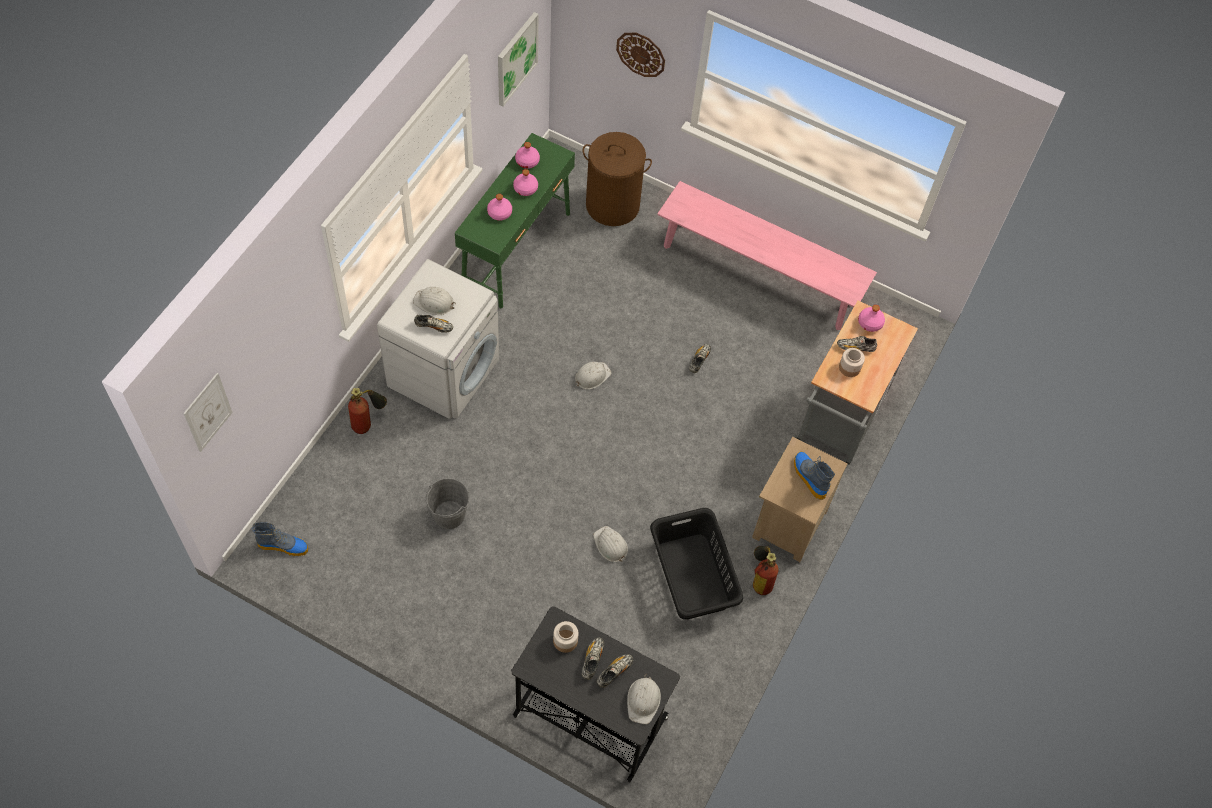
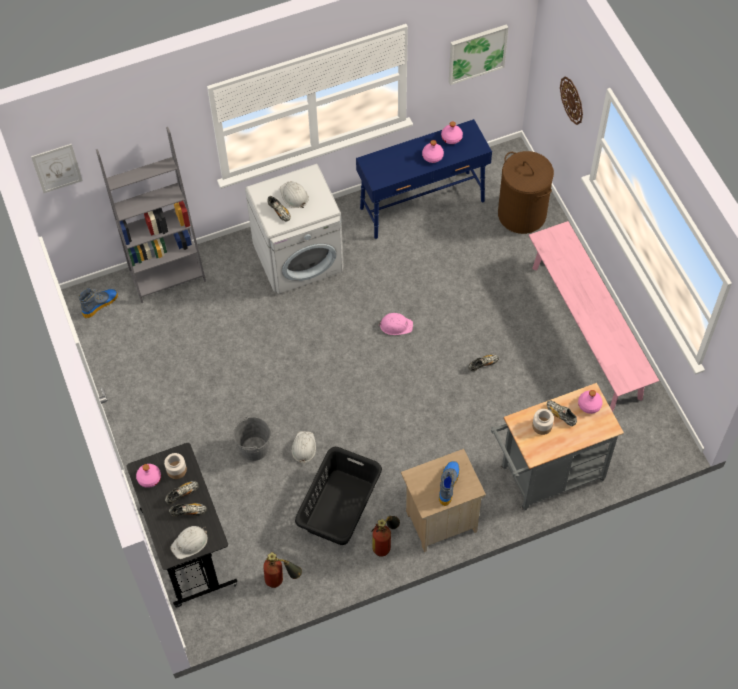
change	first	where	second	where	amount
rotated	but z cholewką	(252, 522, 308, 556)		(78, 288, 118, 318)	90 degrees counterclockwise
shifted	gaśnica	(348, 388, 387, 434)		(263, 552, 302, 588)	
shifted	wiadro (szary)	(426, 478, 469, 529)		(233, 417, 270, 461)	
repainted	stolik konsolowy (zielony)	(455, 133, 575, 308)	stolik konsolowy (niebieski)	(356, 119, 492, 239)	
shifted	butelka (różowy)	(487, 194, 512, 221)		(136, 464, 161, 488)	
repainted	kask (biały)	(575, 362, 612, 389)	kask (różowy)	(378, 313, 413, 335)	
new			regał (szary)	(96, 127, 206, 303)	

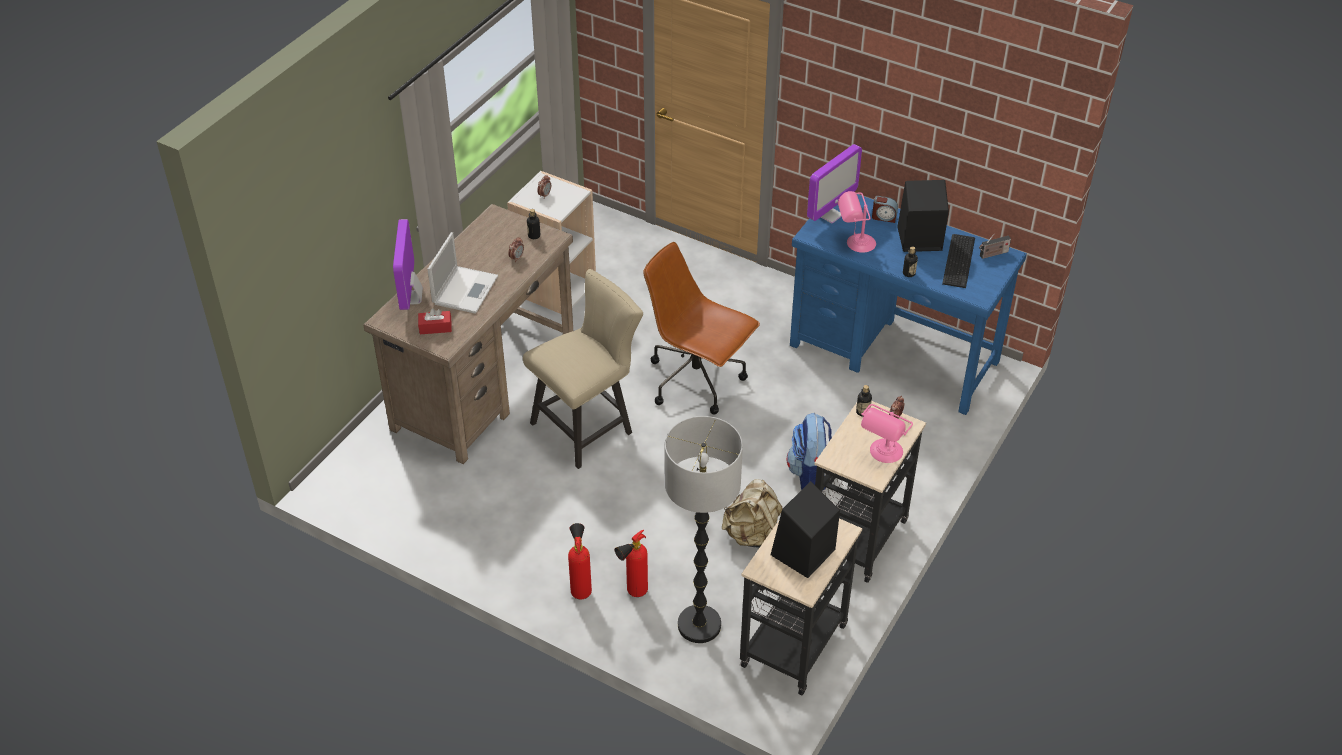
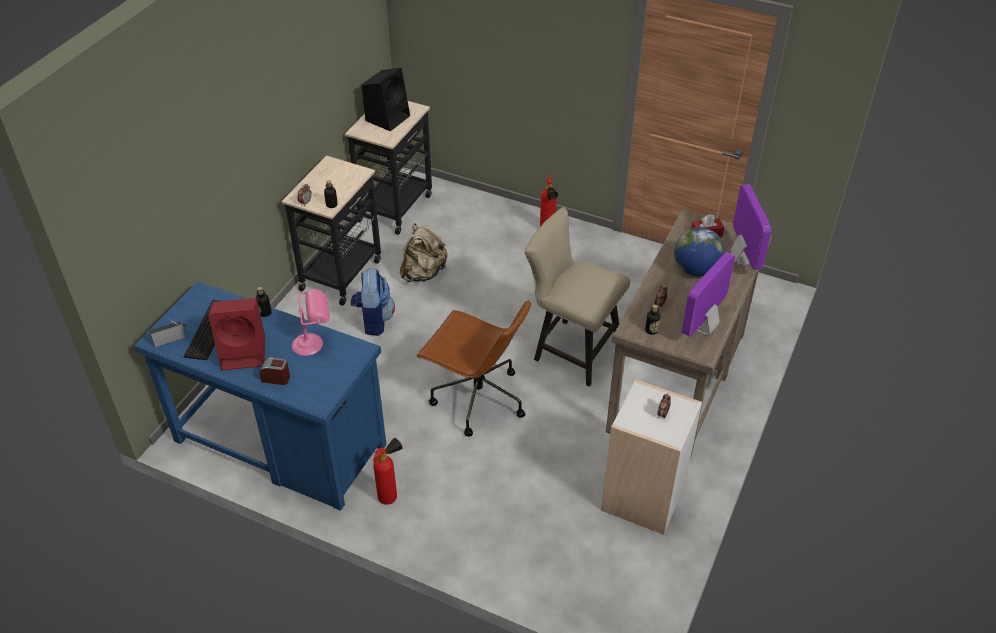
change	first	where	second	where	amount
swapped	laptop	(427, 232, 498, 314)	globus	(674, 227, 724, 276)	
rotated	krzesło (beżowy)	(523, 269, 643, 469)		(524, 207, 630, 387)	75 degrees clockwise
shifted	gaśnica	(615, 530, 648, 597)		(373, 438, 402, 505)	
gone	lampa stojąca	(665, 416, 743, 643)			
shifted	monitor	(807, 144, 862, 224)		(682, 252, 735, 337)	
gone	lampa stołowa (różowy)	(861, 404, 913, 463)			
repainted	głośnik (czarny)	(897, 180, 949, 252)	głośnik (czerwony)	(208, 298, 265, 370)	

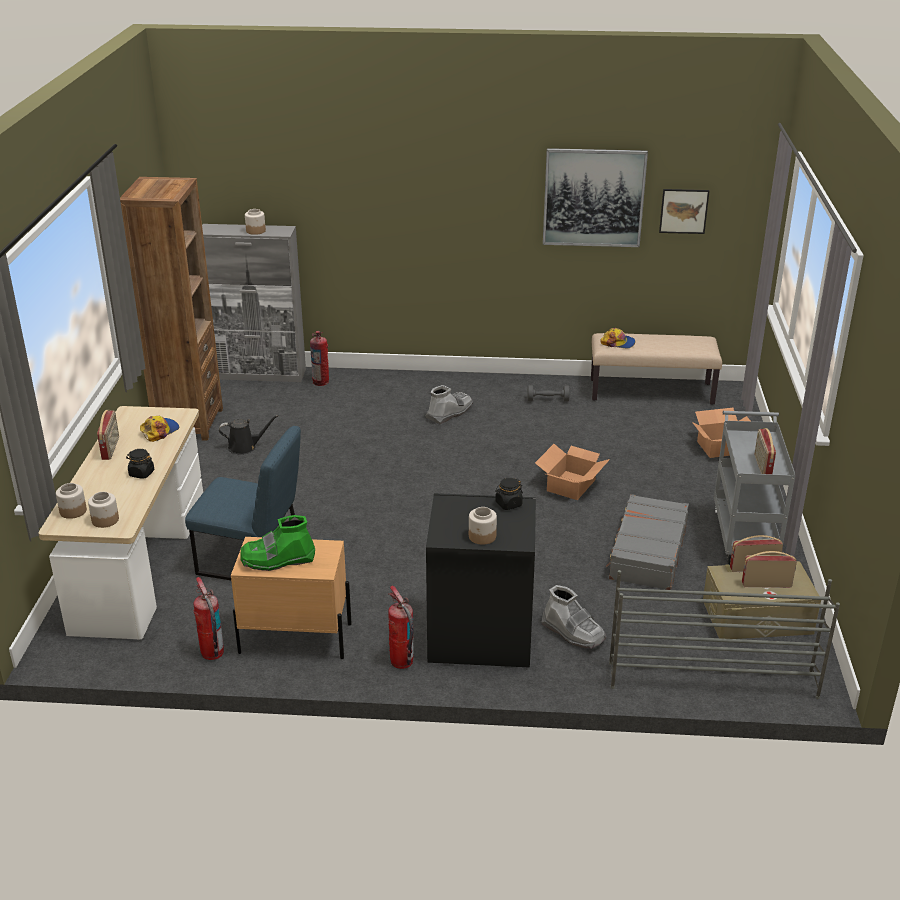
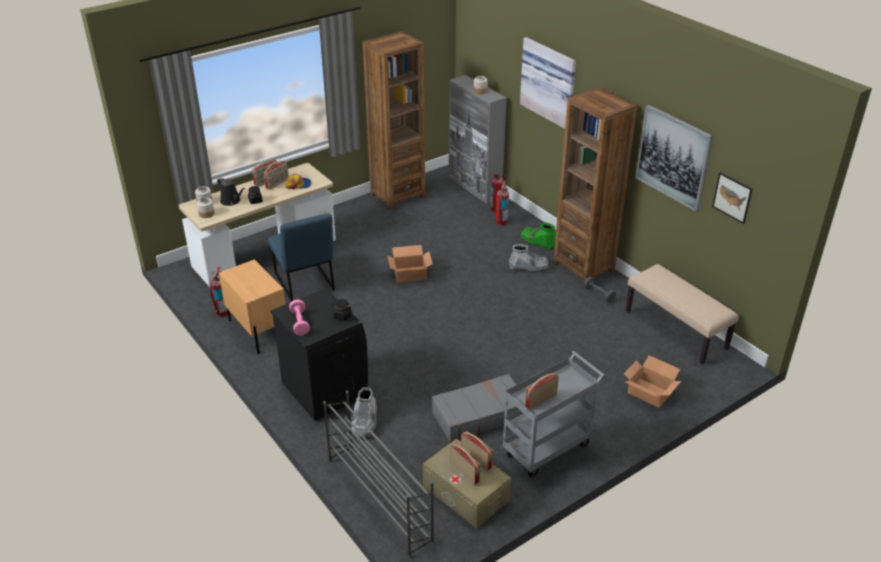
change	first	where	second	where	amount
shifted	konewka (czarny)	(219, 415, 278, 455)		(217, 178, 245, 206)	
shifted	but z cholewką (zielony)	(241, 515, 315, 571)		(520, 222, 556, 251)	
shifted	gaśnica	(388, 586, 414, 669)		(496, 180, 509, 225)	
swapped	słoik	(469, 507, 497, 545)	hantel (różowy)	(289, 299, 310, 335)	
shifted	karton	(535, 444, 610, 500)		(387, 245, 433, 282)	
gone	czapka z daszkiem	(600, 328, 635, 349)			
new			radio	(264, 161, 289, 190)	
new			obraz	(520, 37, 576, 129)	
new			regał (brązowy)	(553, 87, 638, 284)	

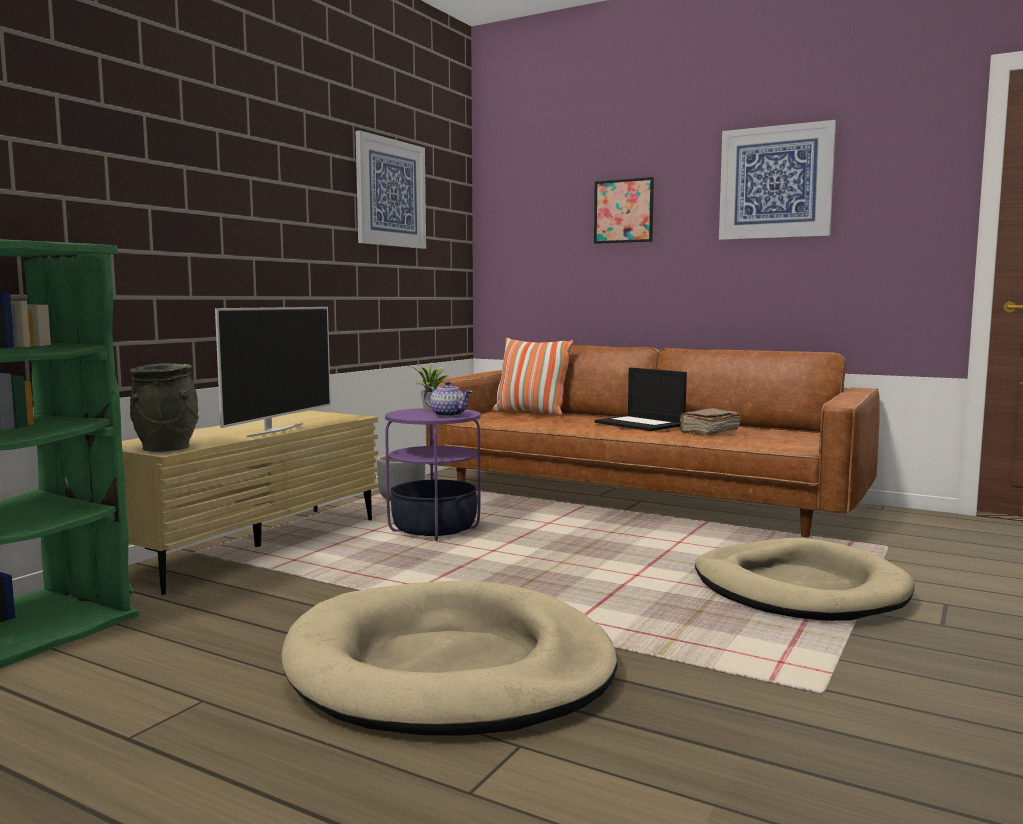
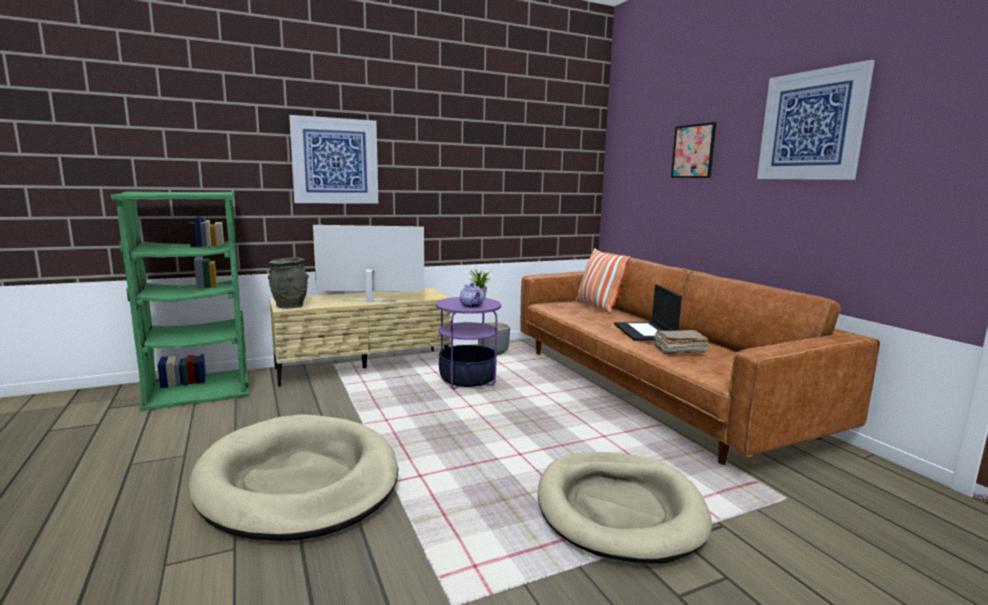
change	first	where	second	where	amount
rotated	telewizor	(215, 307, 331, 437)		(313, 225, 424, 303)	150 degrees counterclockwise
shifted	obraz	(356, 130, 426, 249)		(289, 115, 378, 204)	

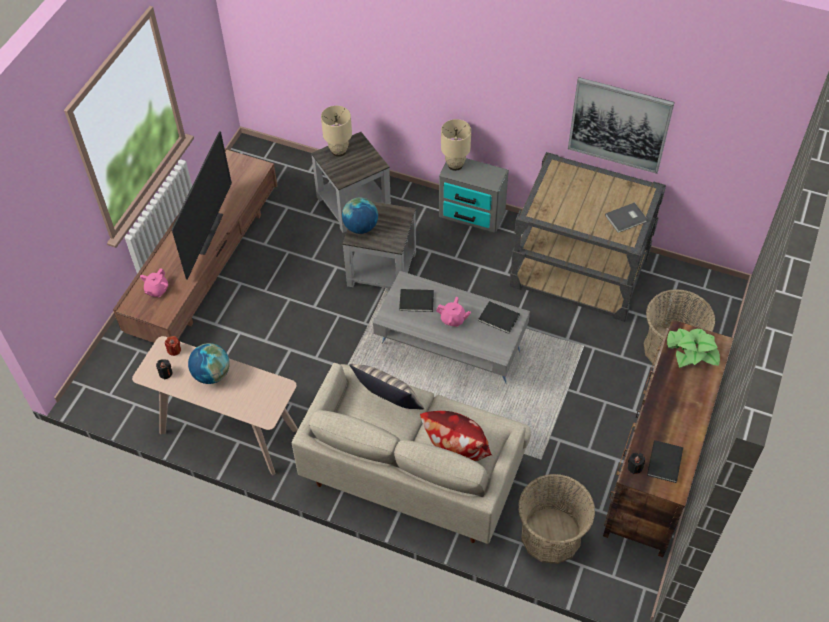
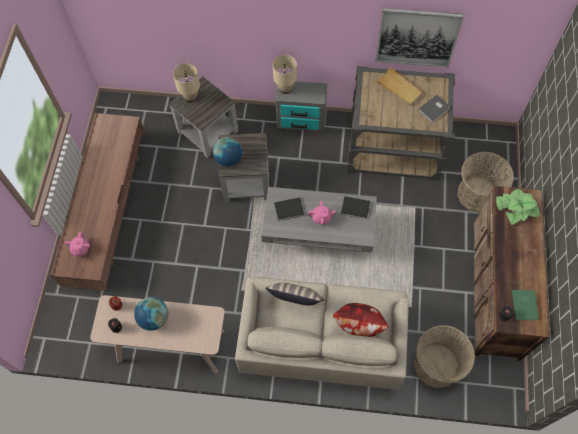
change	first	where	second	where	amount
gone	telewizor	(172, 131, 232, 280)			
repainted	książka (czarny)	(647, 440, 683, 483)	książka (zielony)	(512, 290, 539, 320)	
new			taca (beżowy)	(375, 67, 423, 106)	

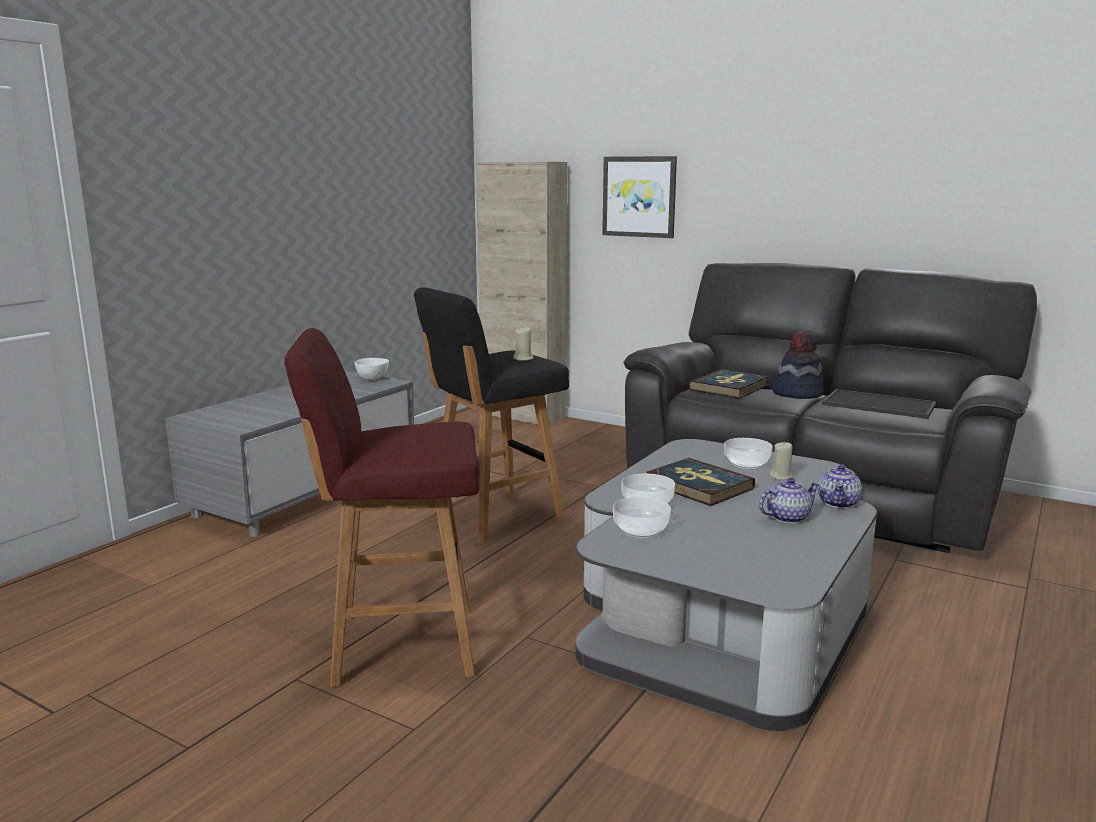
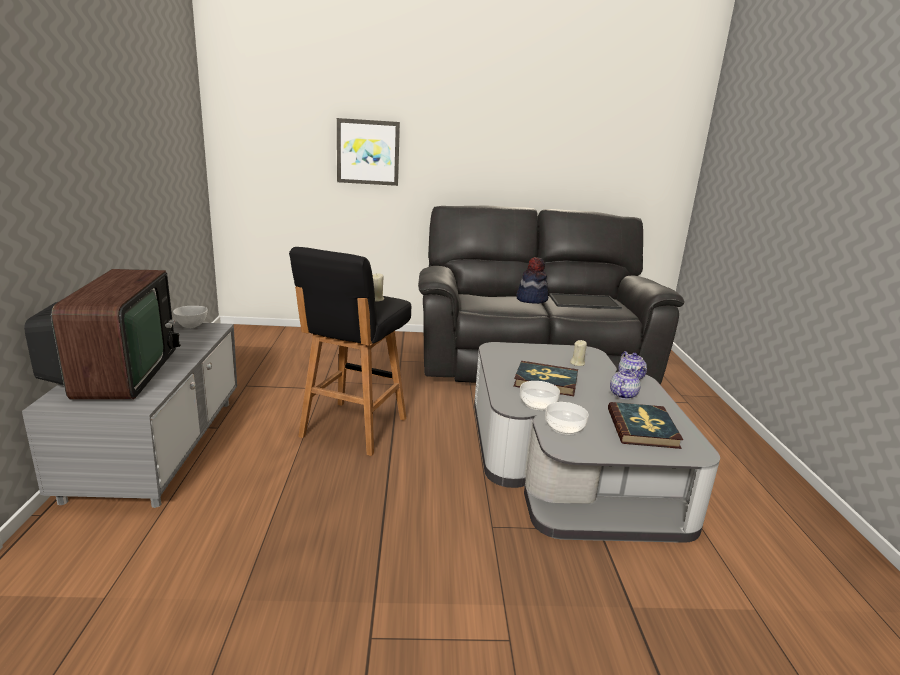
change	first	where	second	where	amount
gone	stołek (czerwony)	(284, 328, 480, 687)			
gone	szafka (beżowy)	(476, 162, 567, 425)			
shifted	książka	(688, 369, 769, 399)		(608, 402, 683, 449)	
gone	miska	(724, 438, 773, 469)			
new			telewizor	(24, 269, 181, 400)	

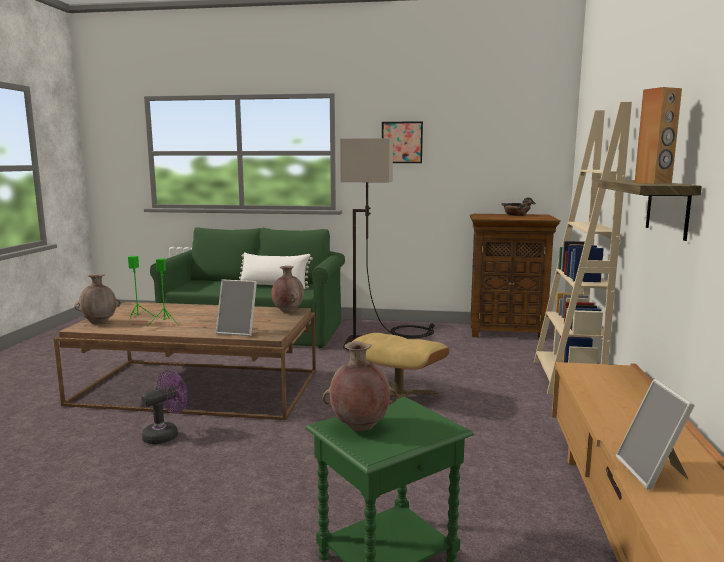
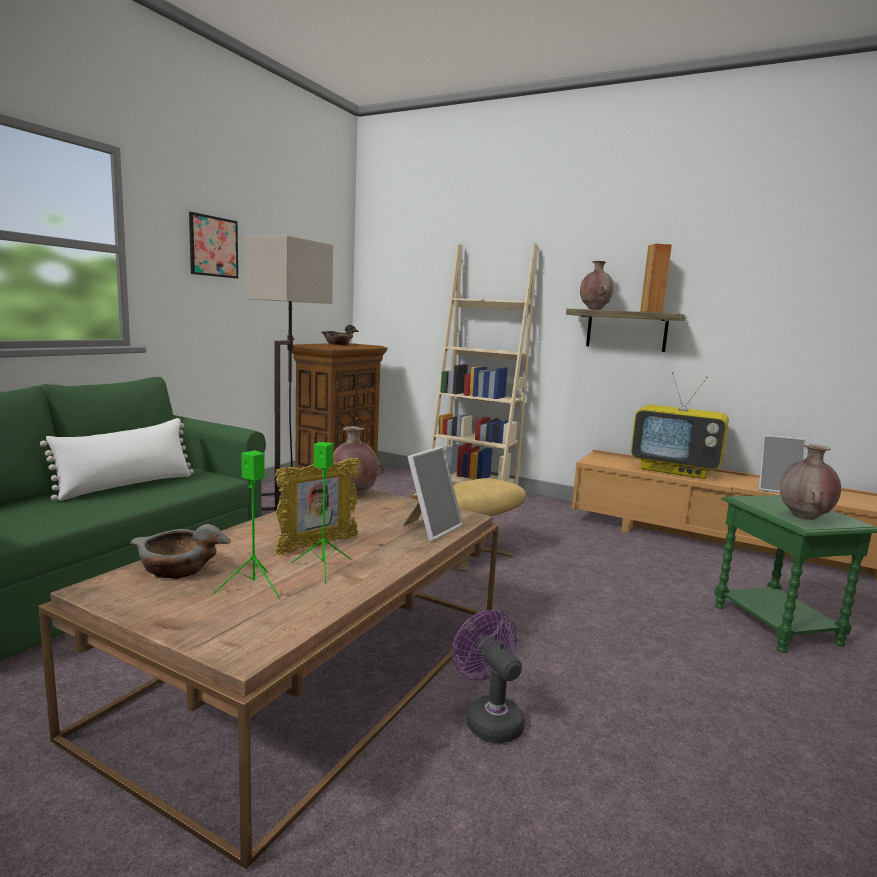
change	first	where	second	where	amount
shifted	wazon (brązowy)	(74, 274, 121, 324)		(580, 261, 614, 310)	
new			miska (szary)	(130, 524, 231, 579)	
new			ramka na zdjęcie	(275, 458, 360, 555)	
new			telewizor	(631, 372, 729, 479)	

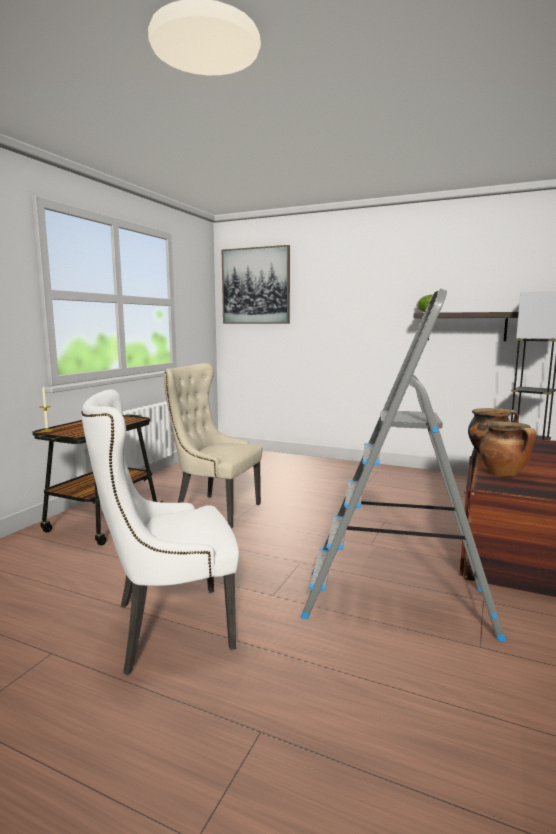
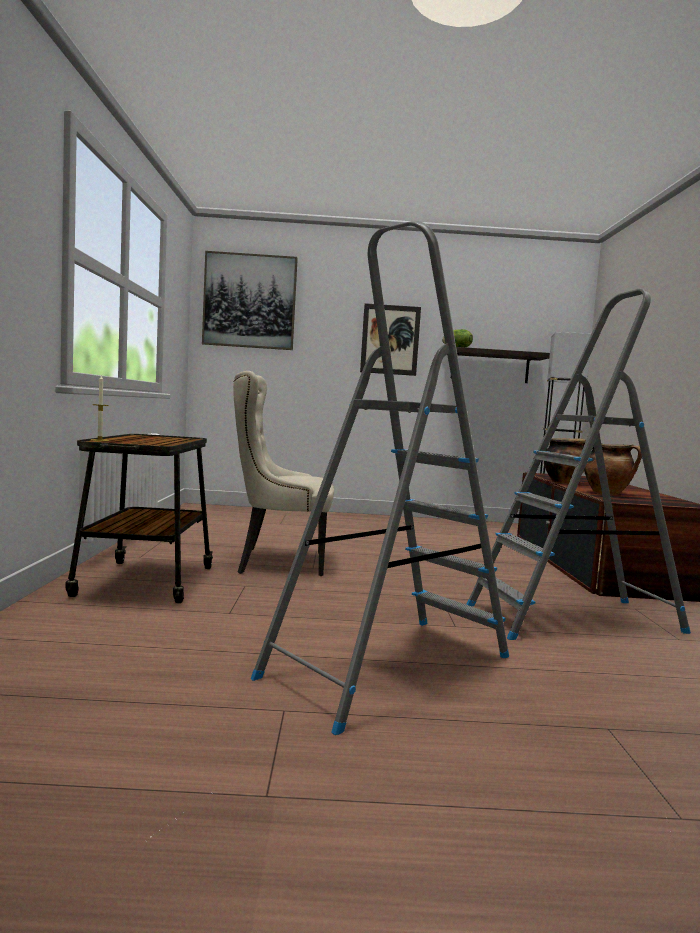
change	first	where	second	where	amount
swapped	krzesło (biały)	(81, 389, 239, 676)	drabinka (szary)	(251, 221, 509, 735)	
new			obraz	(360, 303, 421, 376)	

